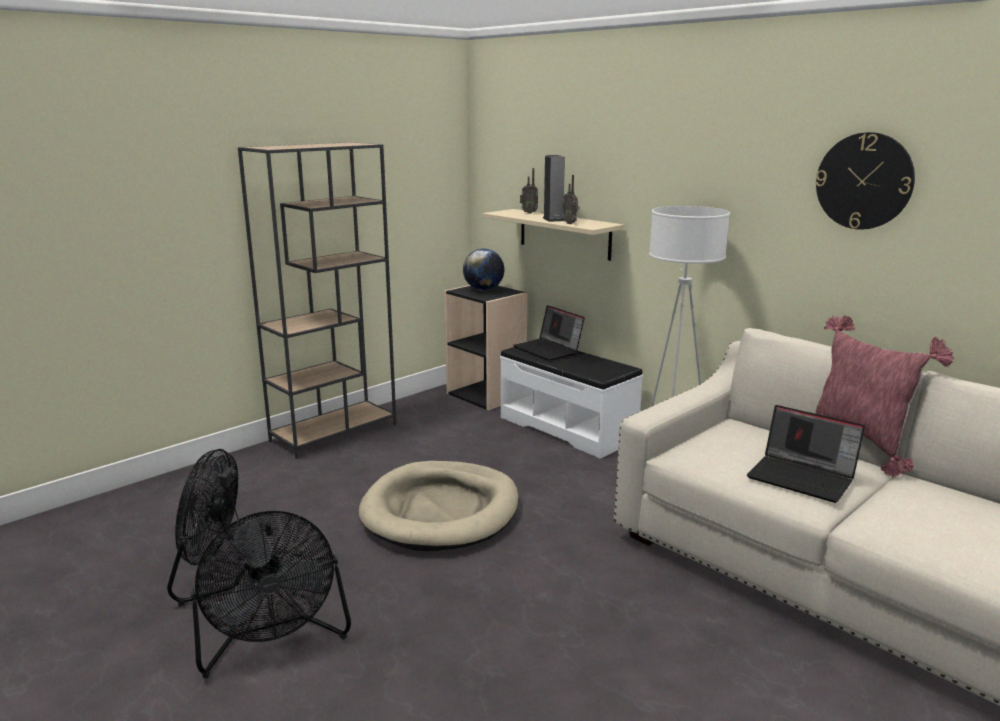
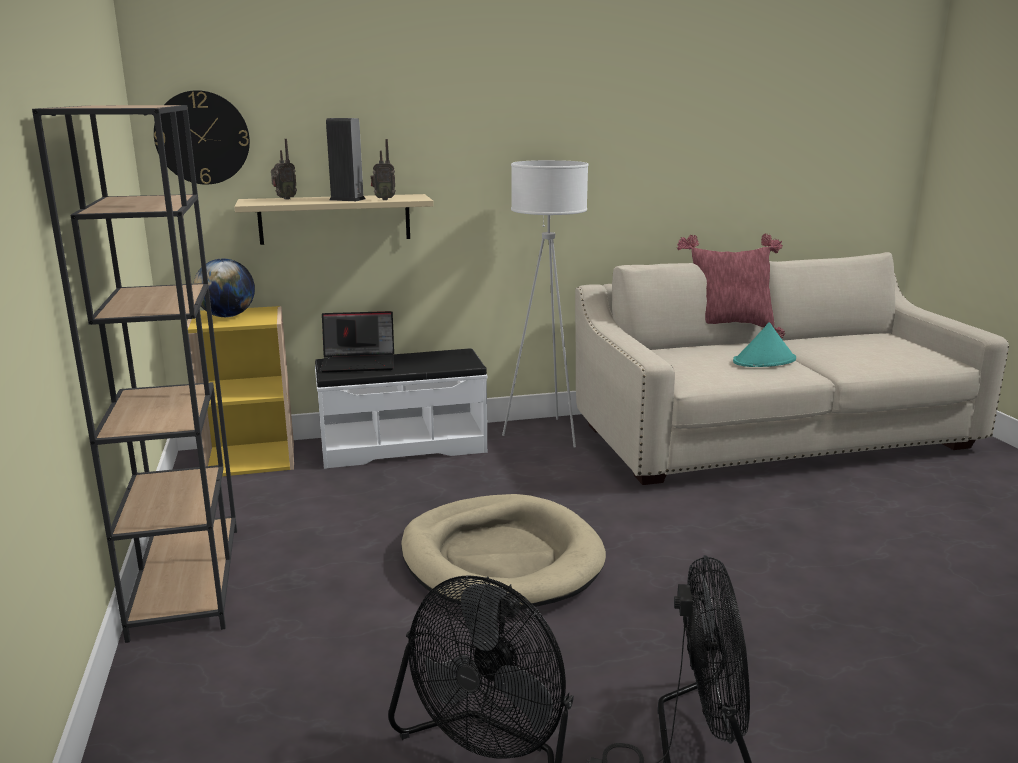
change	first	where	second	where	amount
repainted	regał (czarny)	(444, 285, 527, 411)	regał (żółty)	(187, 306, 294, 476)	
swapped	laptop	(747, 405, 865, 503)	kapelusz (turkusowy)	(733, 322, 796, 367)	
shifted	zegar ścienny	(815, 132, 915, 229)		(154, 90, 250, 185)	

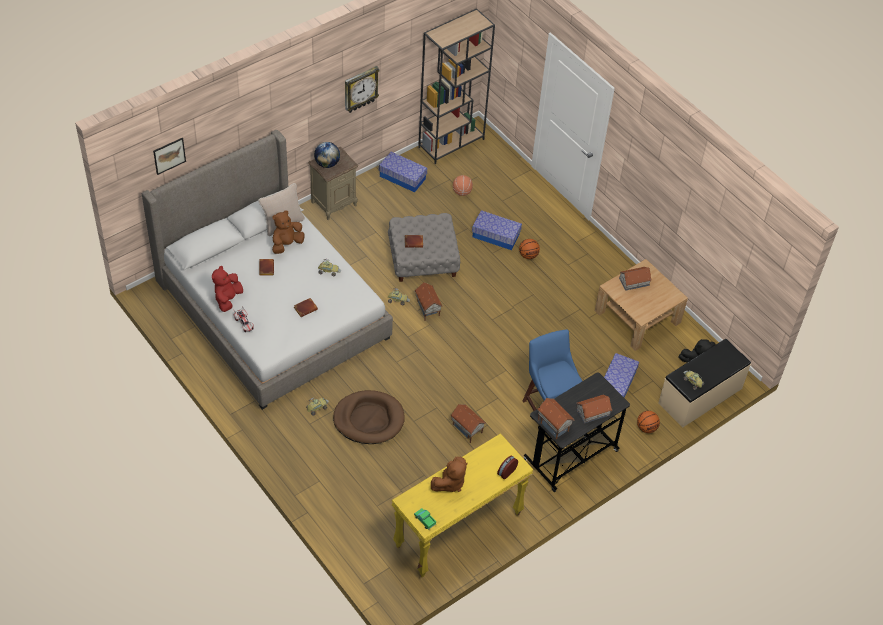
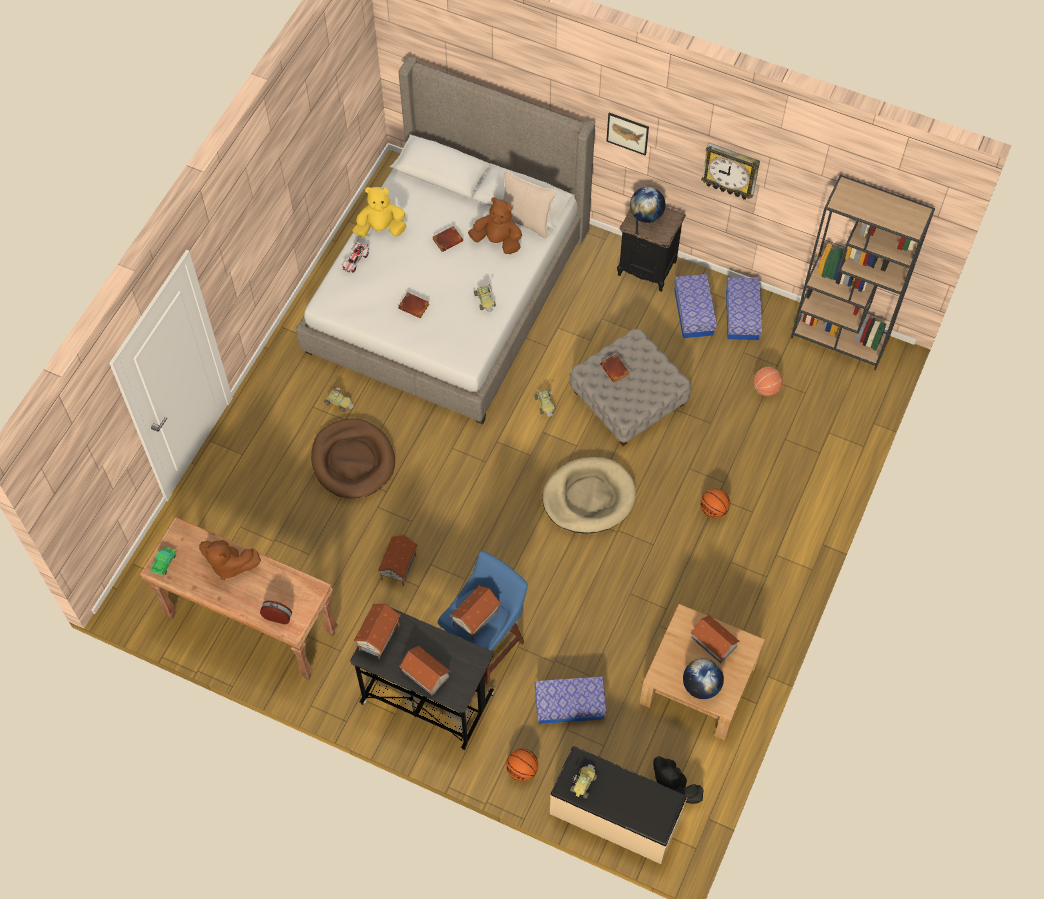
change	first	where	second	where	amount
shifted	obraz	(153, 138, 186, 175)		(606, 113, 649, 156)	
repainted	pluszak (czerwony)	(212, 266, 243, 312)	pluszak (żółty)	(352, 187, 406, 237)	
repainted	szafka nocna (beżowy)	(308, 147, 358, 220)	szafka nocna (czarny)	(617, 207, 686, 292)	
repainted	stolik konsolowy (żółty)	(392, 433, 533, 577)	stolik konsolowy (brązowy)	(140, 517, 338, 680)	
shifted	domek	(415, 282, 443, 321)		(450, 585, 501, 640)	
shifted	pojemnik do przechowywania	(472, 210, 522, 250)		(674, 274, 717, 338)	
new			legowisko (beżowy)	(543, 457, 636, 534)	
new			globus	(683, 658, 724, 699)	

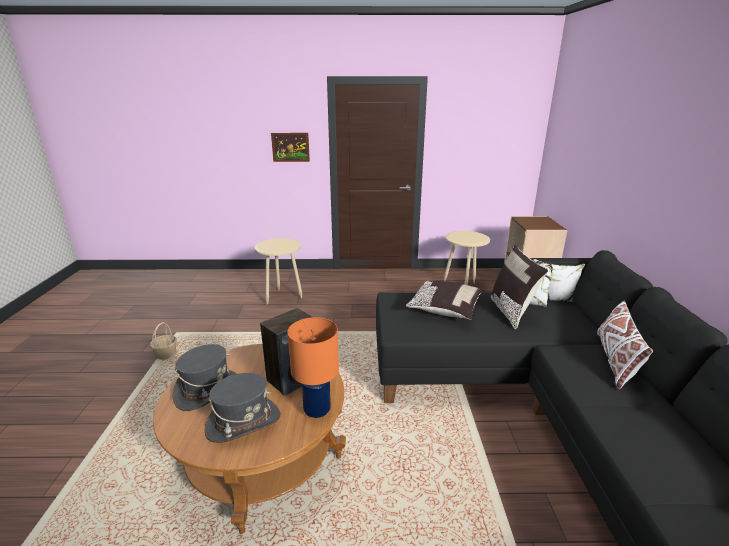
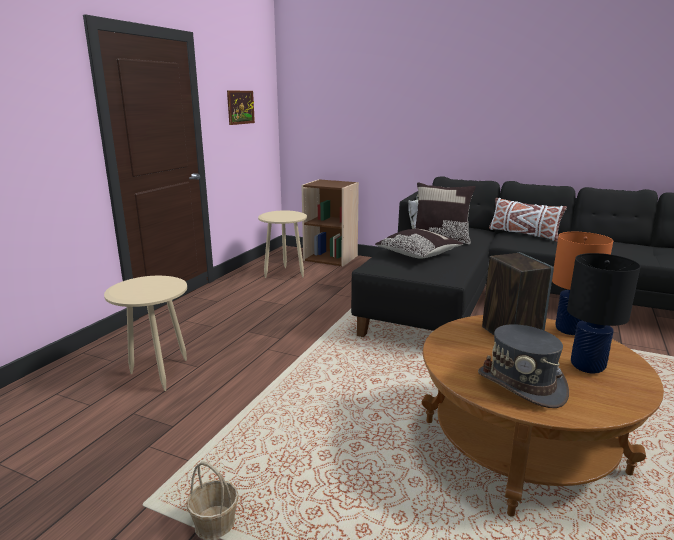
change	first	where	second	where	amount
swapped	kapelusz (szary)	(205, 373, 280, 443)	lampa stołowa (czarny)	(567, 253, 641, 374)	
shifted	obraz	(271, 133, 310, 162)		(227, 90, 255, 125)	

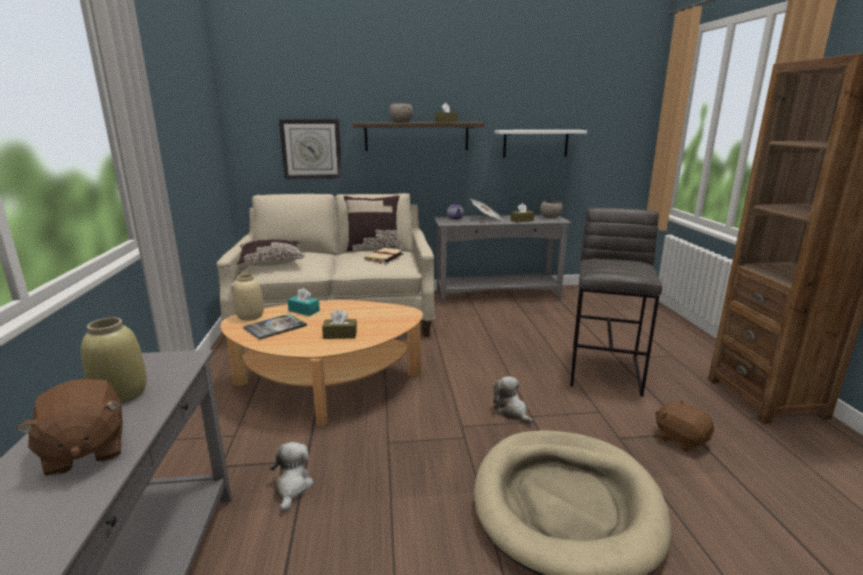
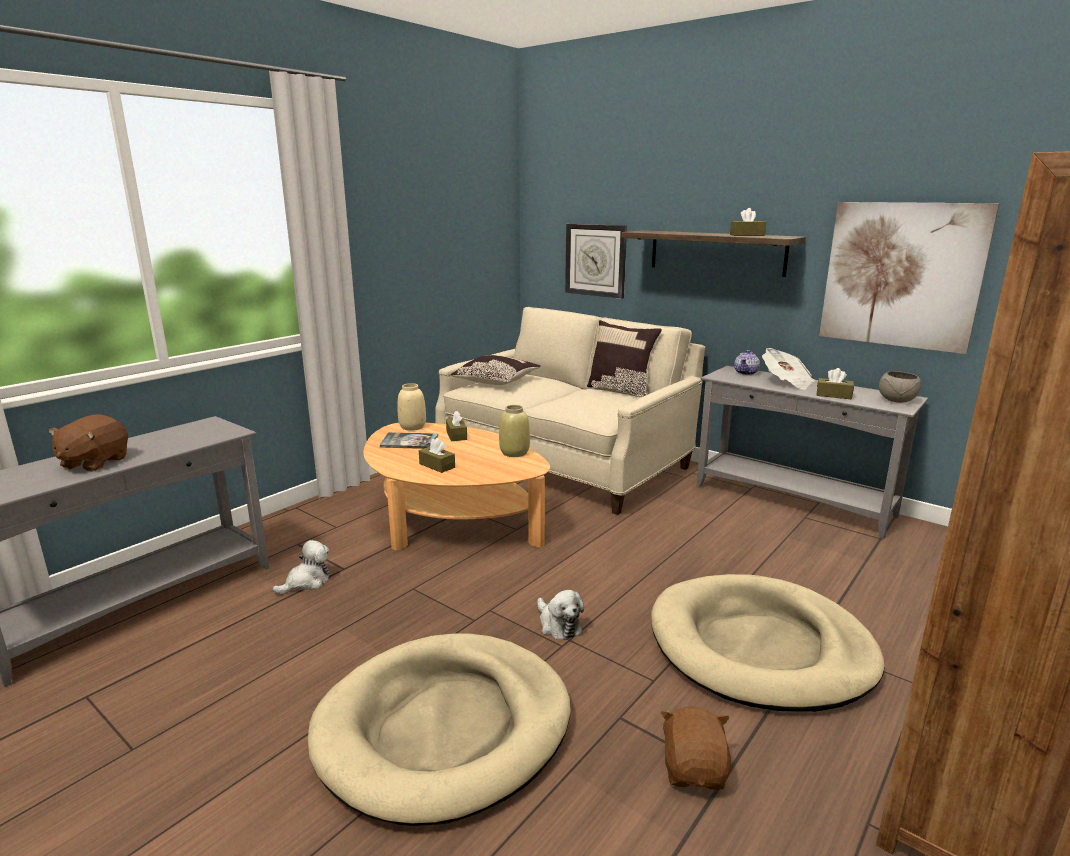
change	first	where	second	where	amount
shifted	wazon (beżowy)	(81, 318, 147, 404)		(499, 405, 530, 457)	
repainted	pudełko chusteczek (turkusowy)	(287, 288, 320, 316)	pudełko chusteczek (brązowy)	(446, 411, 467, 441)	
gone	książka (beżowy)	(364, 248, 404, 264)			
gone	miska (szary)	(389, 103, 413, 122)			
rotated	pluszak	(493, 376, 533, 425)		(537, 590, 584, 640)	135 degrees clockwise
swapped	półka (biały)	(494, 130, 587, 157)	obraz	(819, 202, 999, 354)	
swapped	stołek (szary)	(570, 208, 662, 397)	legowisko (beżowy)	(651, 574, 884, 712)	

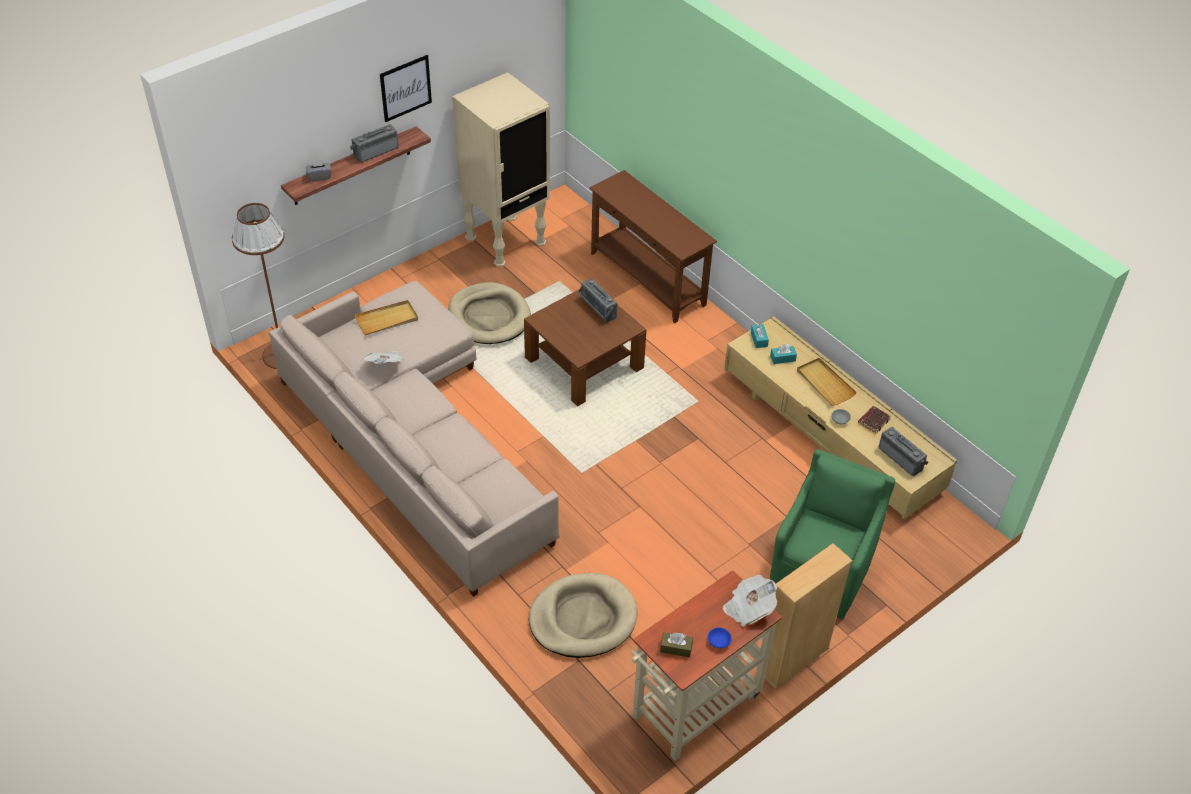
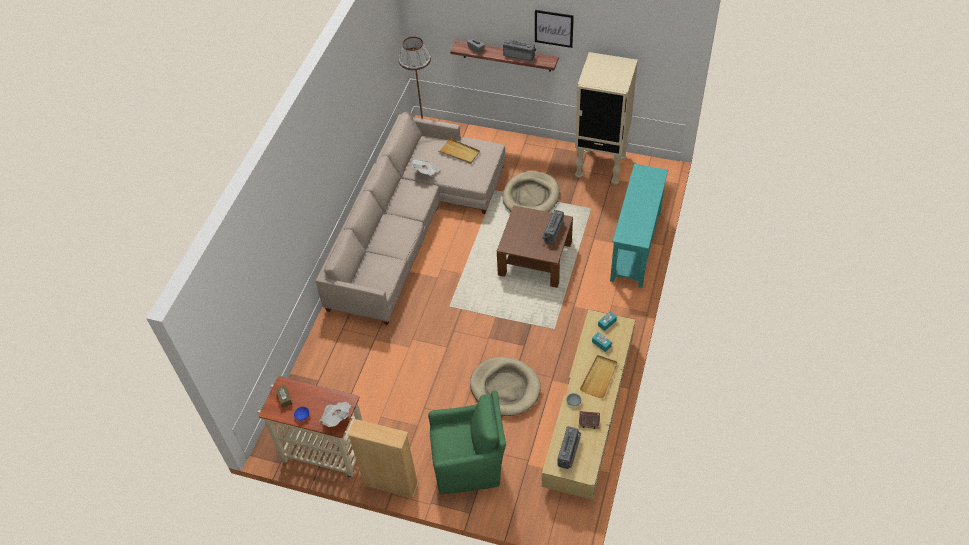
change	first	where	second	where	amount
shifted	legowisko (beżowy)	(529, 573, 637, 658)		(470, 357, 541, 416)	
repainted	stolik konsolowy (brązowy)	(589, 170, 717, 323)	stolik konsolowy (turkusowy)	(610, 164, 668, 288)	

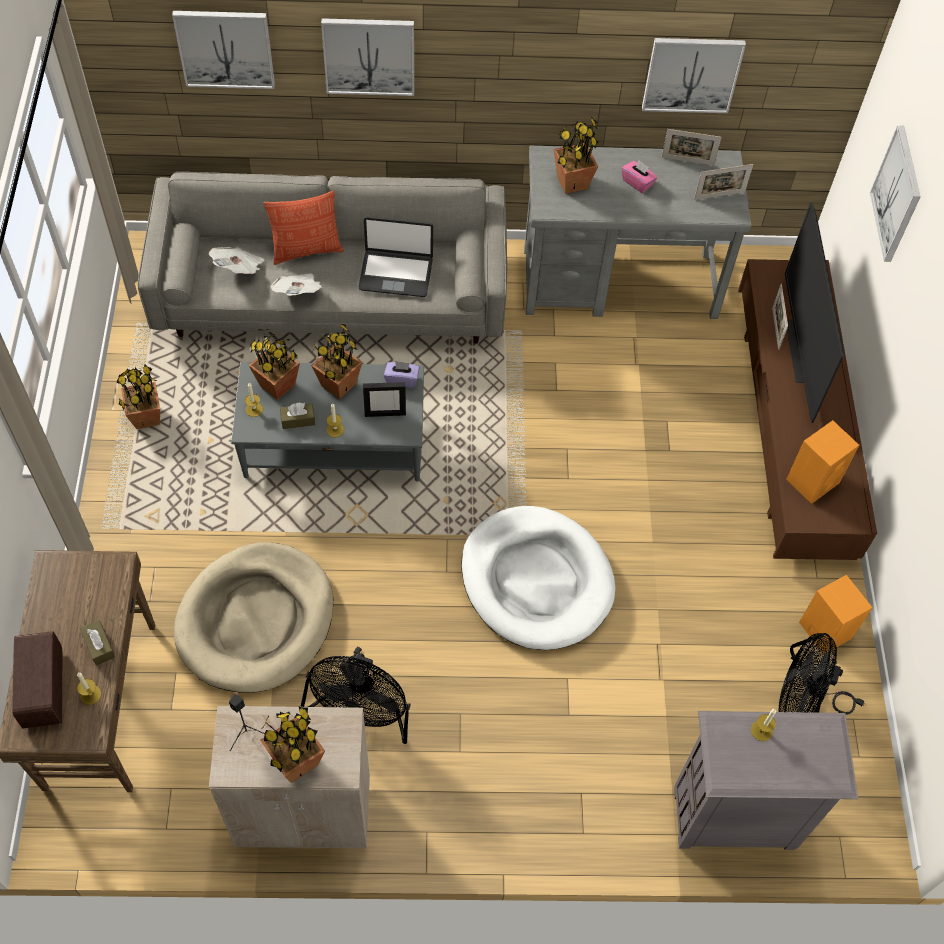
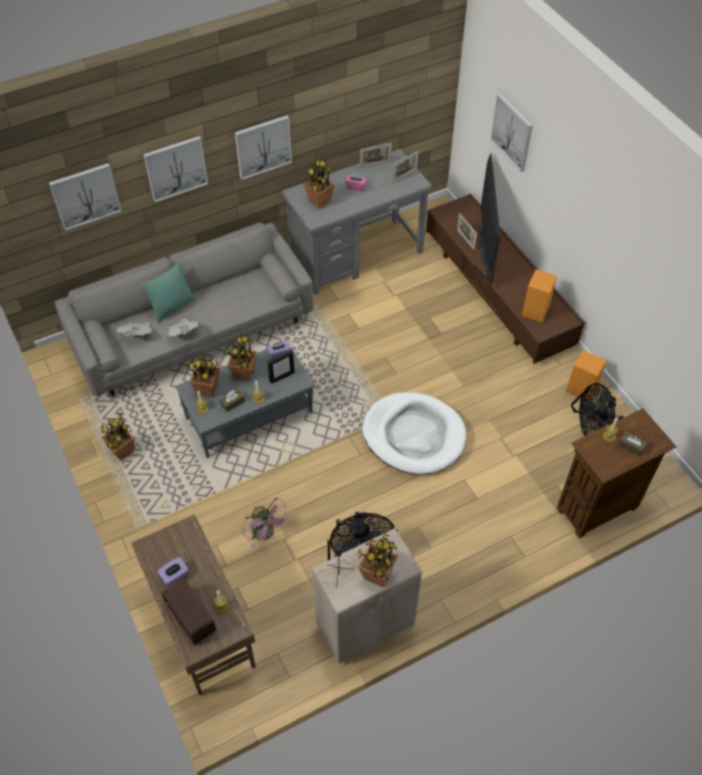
change	first	where	second	where	amount
shifted	pudełko chusteczek (brązowy)	(80, 620, 115, 666)		(618, 431, 648, 457)	
swapped	legowisko (beżowy)	(174, 542, 333, 693)	wentylator (różowy)	(242, 498, 290, 548)	
repainted	poduszka (pomarańczowy)	(263, 191, 344, 265)	poduszka (turkusowy)	(141, 262, 196, 323)	
gone	laptop	(358, 217, 433, 297)			
shifted	obraz	(642, 38, 746, 113)		(235, 115, 292, 180)	
repainted	szafka (szary)	(674, 711, 858, 850)	szafka (brązowy)	(557, 409, 676, 538)	
rotated	telewizor	(785, 202, 844, 423)		(479, 153, 500, 285)	150 degrees counterclockwise
new			pudełko chusteczek (fioletowy)	(157, 557, 188, 586)	

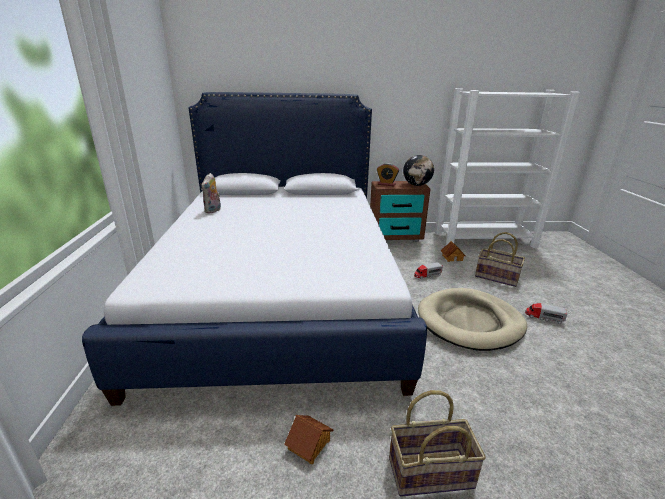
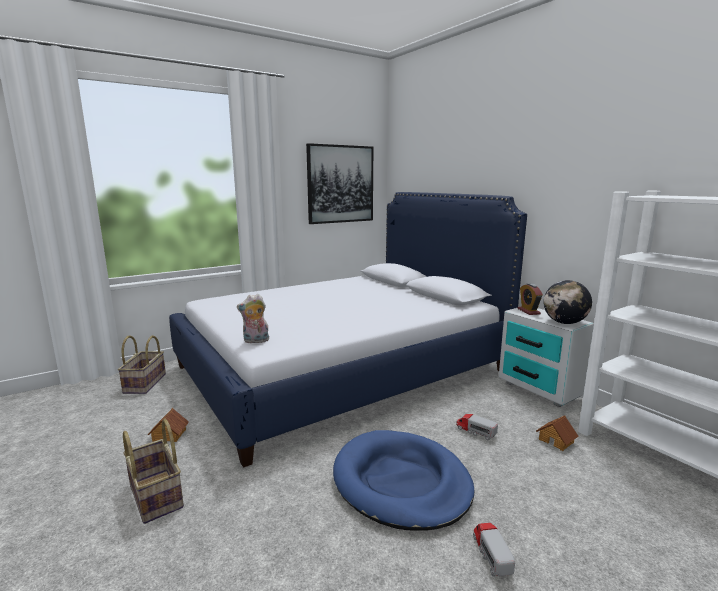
change	first	where	second	where	amount
shifted	pluszak	(201, 173, 221, 214)		(237, 294, 269, 344)	
repainted	szafka nocna (brązowy)	(370, 181, 430, 242)	szafka nocna (biały)	(499, 308, 594, 407)	
repainted	legowisko (beżowy)	(418, 288, 527, 351)	legowisko (niebieski)	(333, 430, 475, 531)	
shifted	koszyk	(475, 232, 525, 287)		(118, 336, 166, 394)	
new			obraz	(306, 143, 373, 224)	

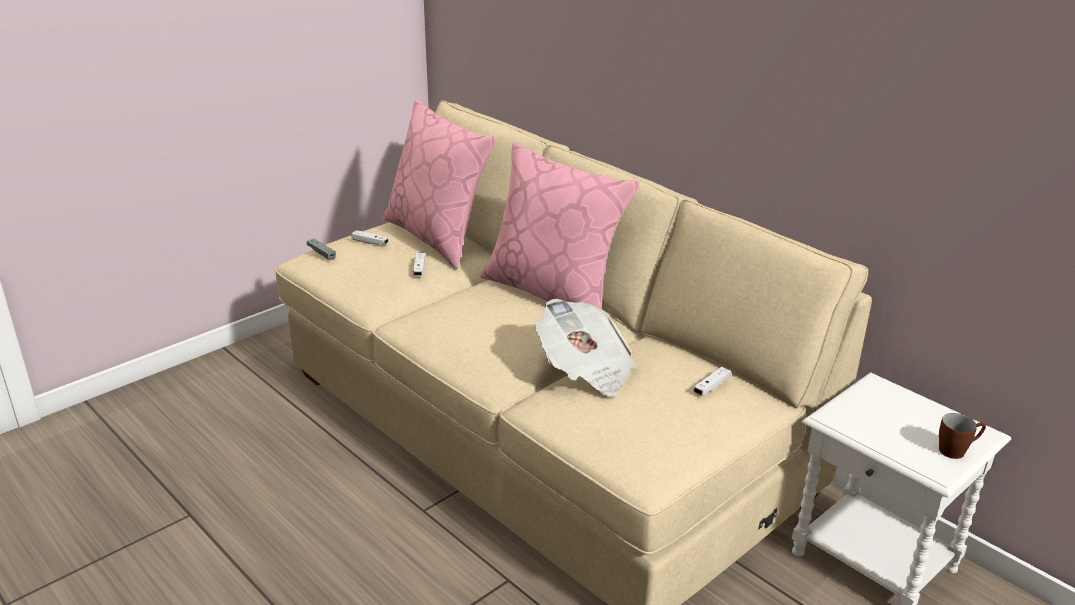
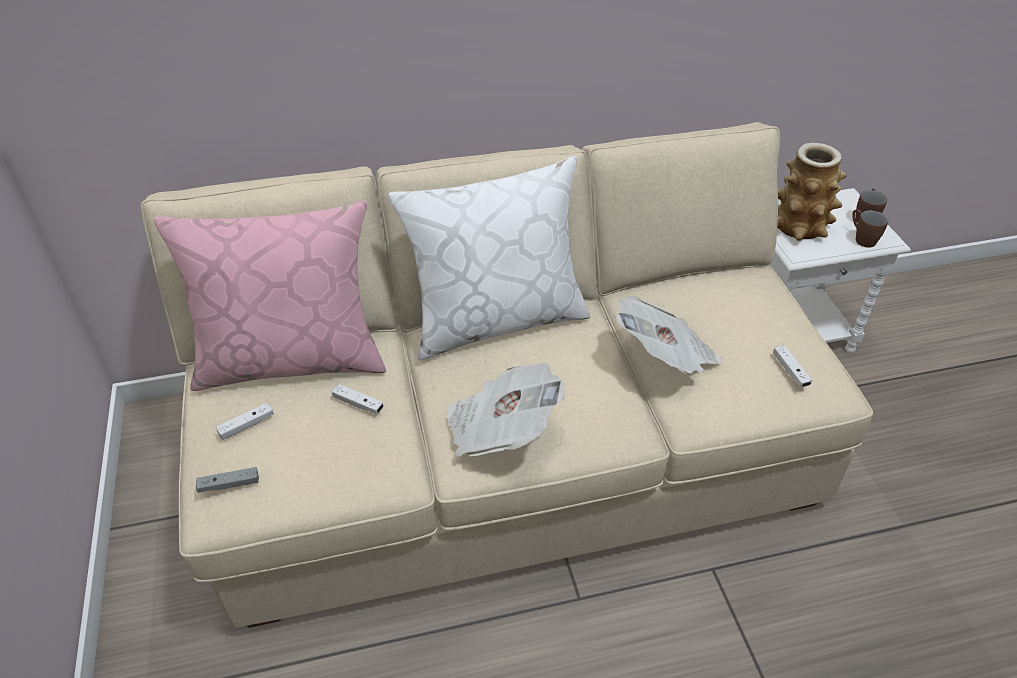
change	first	where	second	where	amount
repainted	poduszka (różowy)	(480, 142, 640, 309)	poduszka (biały)	(388, 156, 590, 360)	
shifted	pad do gier (biały)	(693, 367, 731, 396)		(773, 345, 812, 387)	
new			gazeta	(446, 363, 565, 457)	
new			wazon	(777, 143, 847, 241)	
new			kubek (brązowy)	(852, 209, 888, 248)	

